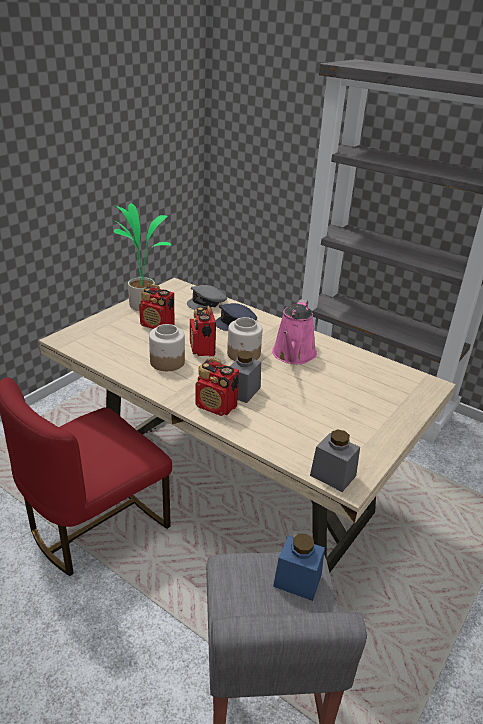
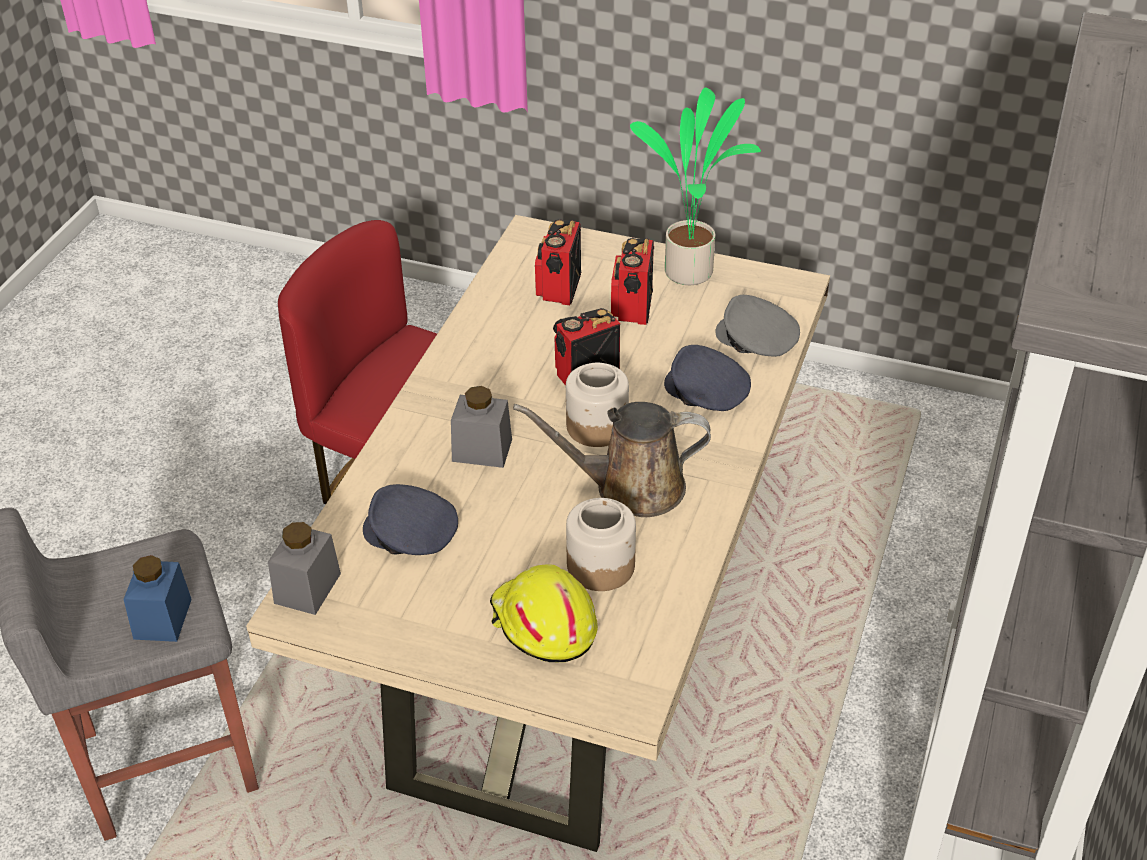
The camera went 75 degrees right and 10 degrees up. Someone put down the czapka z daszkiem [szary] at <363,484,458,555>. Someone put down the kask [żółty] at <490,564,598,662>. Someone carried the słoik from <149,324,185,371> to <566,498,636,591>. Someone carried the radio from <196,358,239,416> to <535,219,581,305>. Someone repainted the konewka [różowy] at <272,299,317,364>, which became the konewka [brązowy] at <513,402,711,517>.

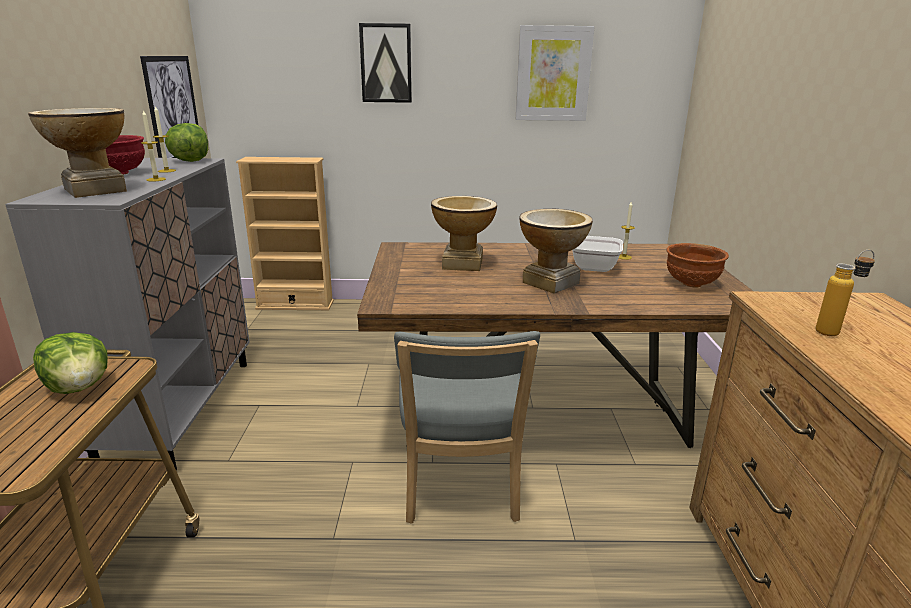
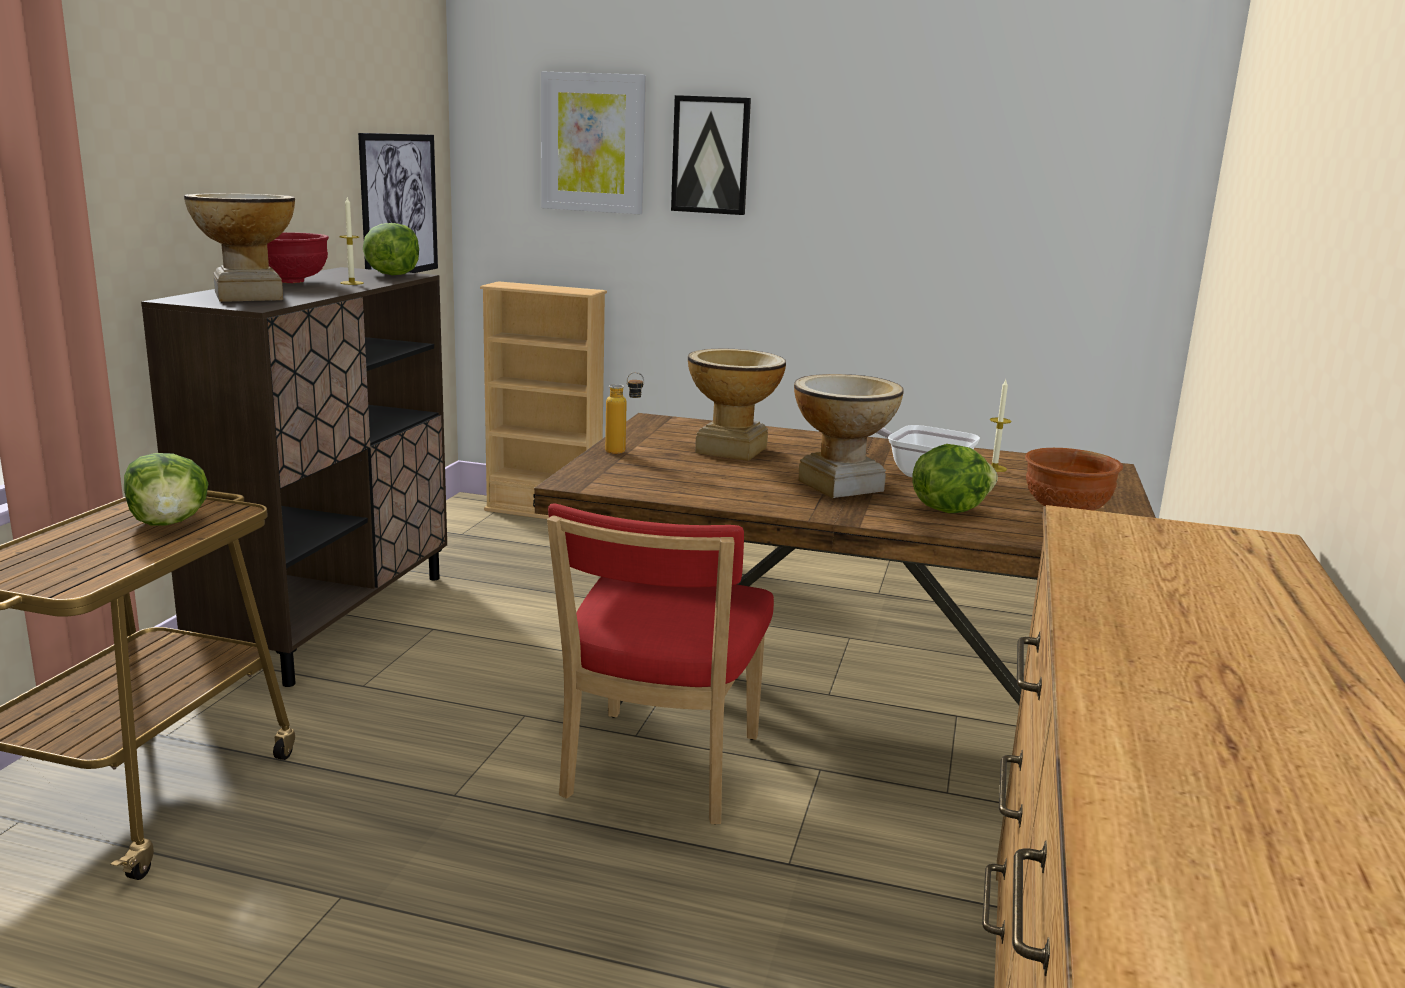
The camera went 15 degrees right and 5 degrees down. Someone took away the świeca at <141,110,166,182>. Someone put down the sałata at <912,444,998,513>. Someone carried the obraz from <516,25,595,121> to <541,71,646,214>. Someone carried the butelka from <816,250,875,336> to <605,372,644,454>. Someone repainted the szafka [szary] at <5,158,250,470>, which became the szafka [brązowy] at <141,267,447,687>. Someone repainted the krzesło [szary] at <394,331,540,524>, which became the krzesło [czerwony] at <547,504,774,825>.

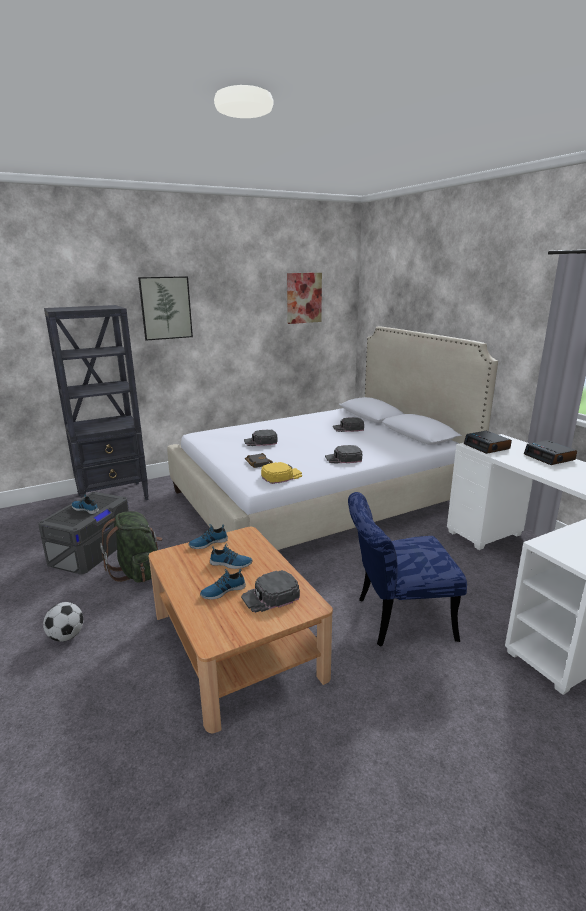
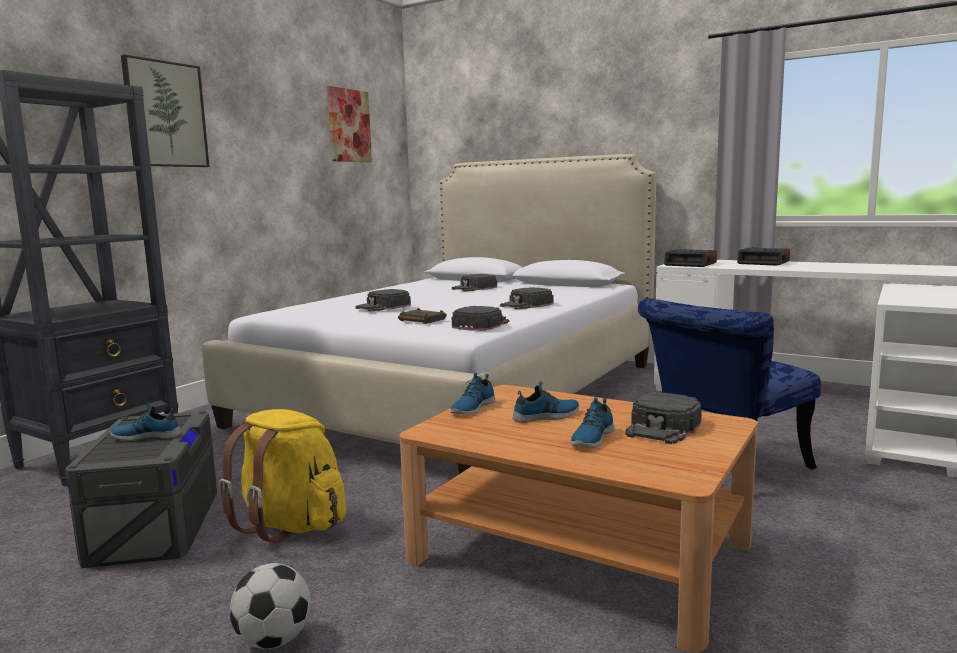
The camera went 30 degrees left and 10 degrees down. Someone repainted the plecak [zielony] at <100,511,162,582>, which became the plecak [żółty] at <219,409,346,543>. Someone repainted the czapka z daszkiem [żółty] at <261,462,302,484>, which became the czapka z daszkiem [czarny] at <452,306,509,331>.

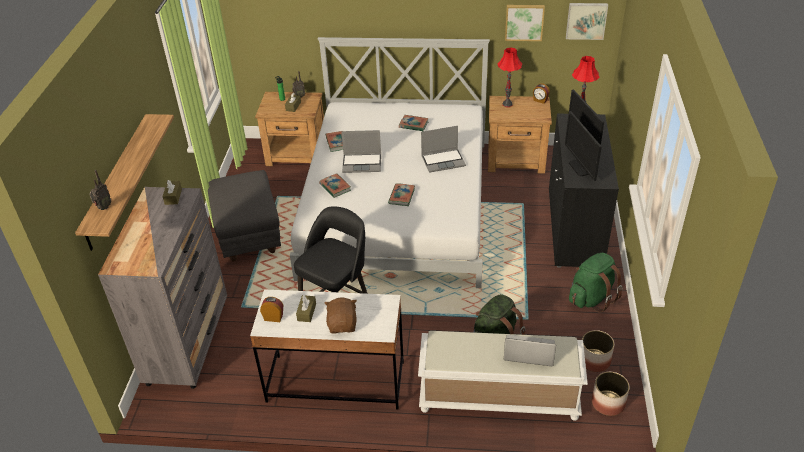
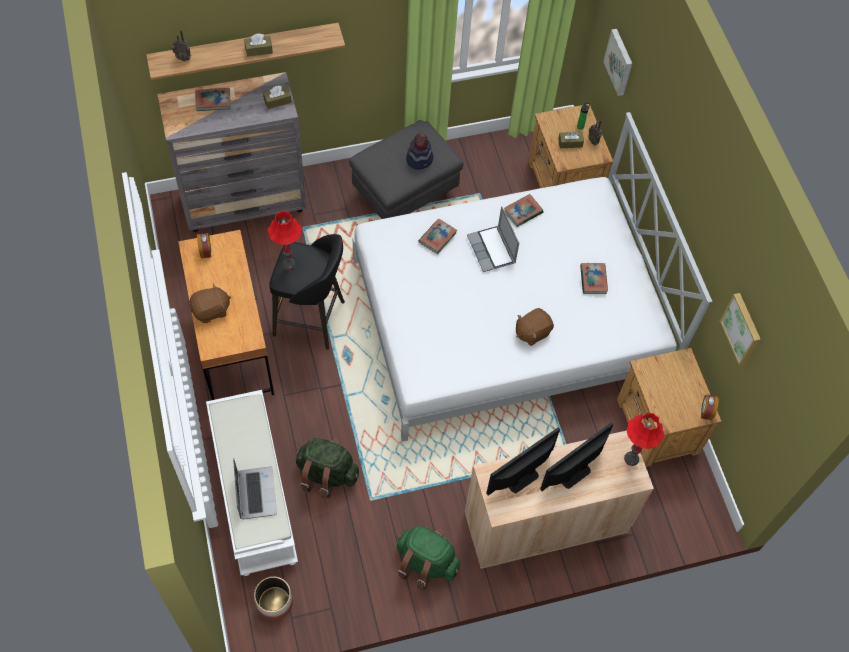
The camera went 65 degrees right and 20 degrees up. Someone took away the donica at <582,330,614,372>. Someone put down the kapelusz at <406,133,433,170>. Someone carried the pudełko chusteczek [brązowy] from <296,295,316,322> to <244,33,273,57>. Someone carried the książka from <388,183,415,206> to <195,88,231,111>. Someone carried the lampa stołowa [czerwony] from <498,47,522,107> to <268,211,302,270>. Someone carried the obraz from <566,3,608,40> to <603,29,632,96>. Someone swapped the laptop at <421,126,466,172> for the pluszak [brązowy] at <516,308,554,346>. Someone repainted the biurko [biały] at <250,289,404,409>, which became the biurko [brązowy] at <178,230,274,400>. Someone repainted the szafka [czarny] at <549,114,619,267>, which became the szafka [beżowy] at <465,430,654,569>.

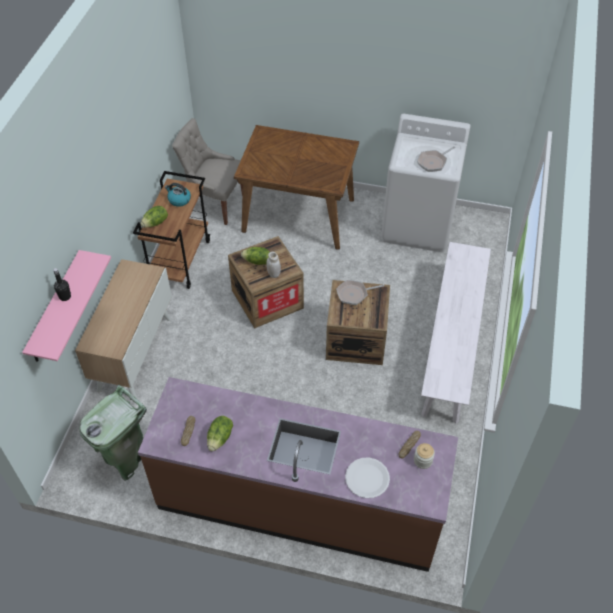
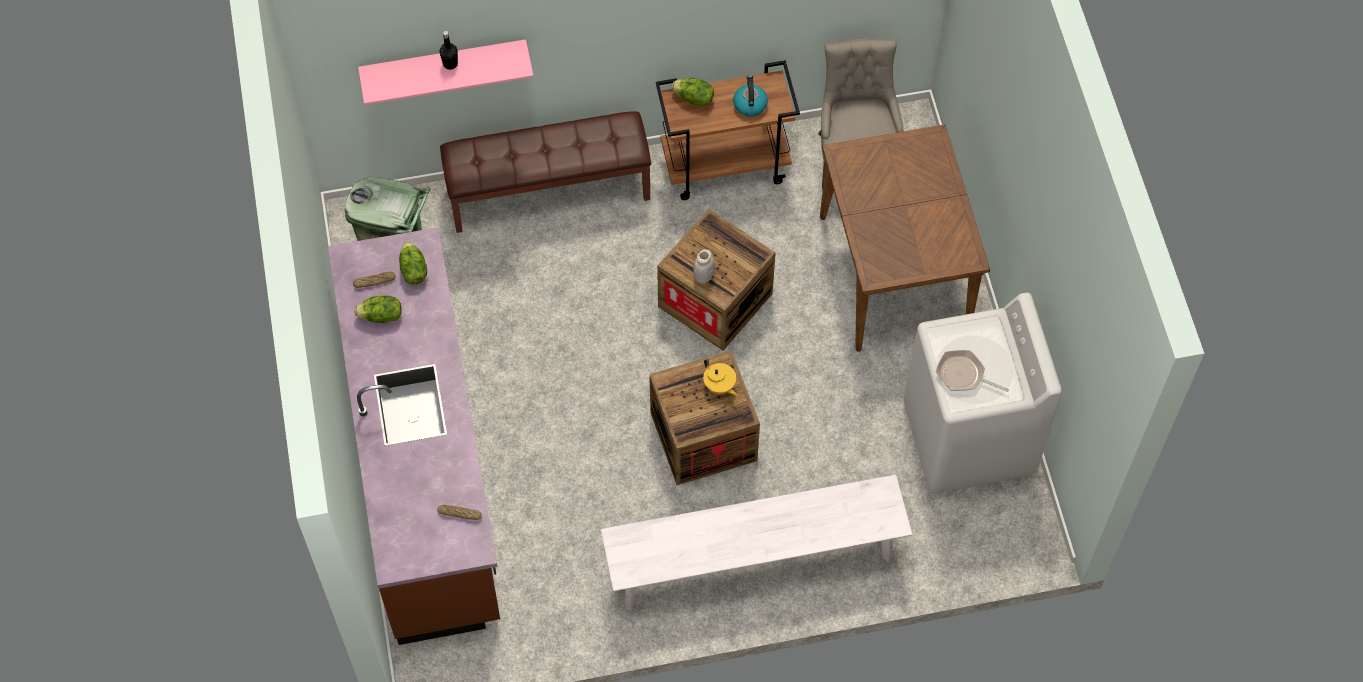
The camera went 65 degrees right and 10 degrees up. Someone took away the talerz [biały] at <345,458,390,498>. Someone took away the słoik at <414,443,435,469>. Someone carried the sałata from <241,247,270,265> to <399,242,427,285>. Someone swapped the szafka at <75,259,172,399> for the ławka [brązowy] at <440,111,651,233>. Someone swapped the patelnia at <336,280,384,305> for the imbryk [żółty] at <703,359,737,395>.

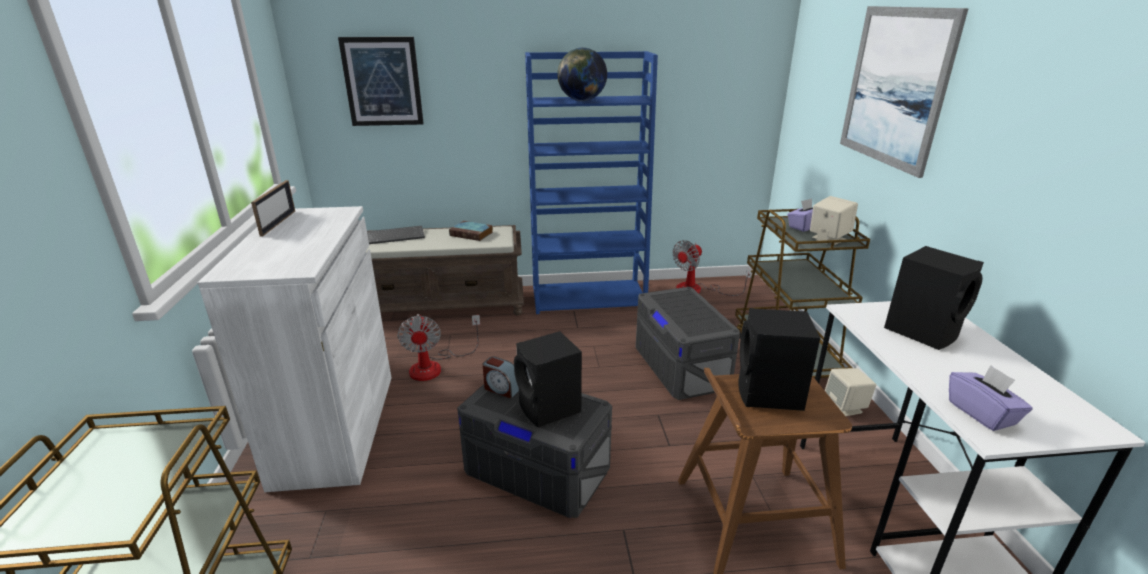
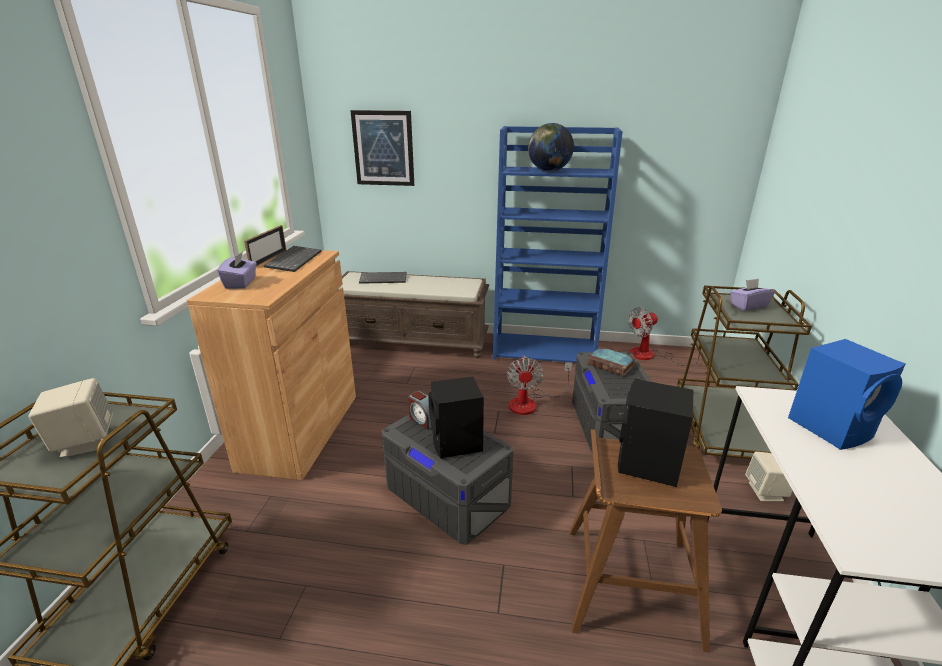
The camera went 15 degrees right and 0 degrees up. Someone took away the obraz at <840,6,969,178>. Someone put down the klawiatura at <264,246,321,272>. Someone carried the wentylator from <397,314,480,381> to <507,356,572,415>. Someone carried the książka from <449,221,493,241> to <587,347,636,376>. Someone carried the głośnik [beżowy] from <810,196,858,245> to <28,378,113,458>. Someone carried the pudełko chusteczek [fioletowy] from <949,365,1033,431> to <217,252,257,289>. Someone repainted the szafka [biały] at <198,206,391,492>, which became the szafka [brązowy] at <187,249,356,480>. Someone repainted the głośnik [czarny] at <884,246,984,350>, which became the głośnik [niebieski] at <788,339,905,450>.

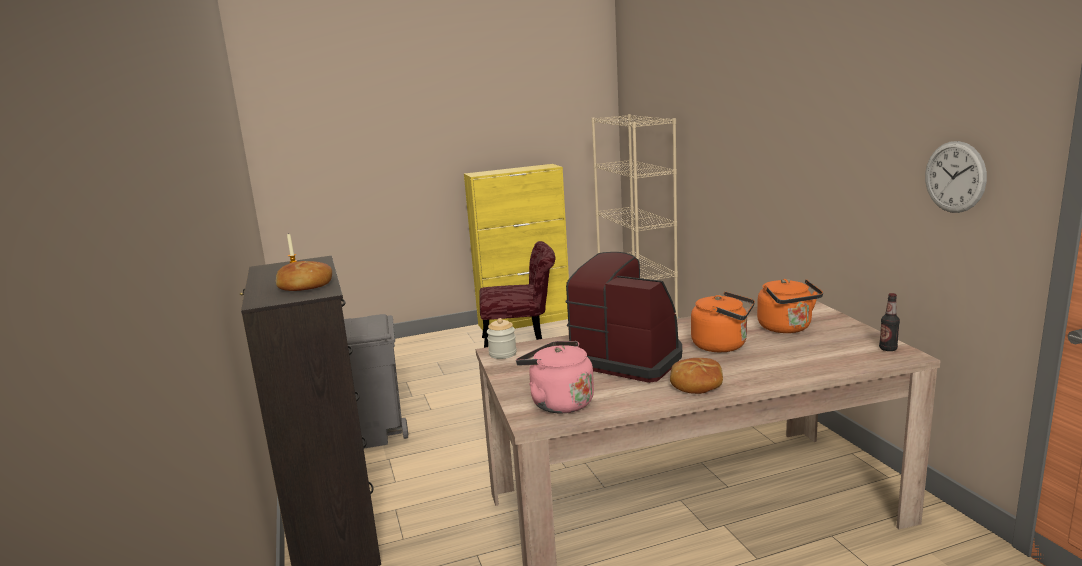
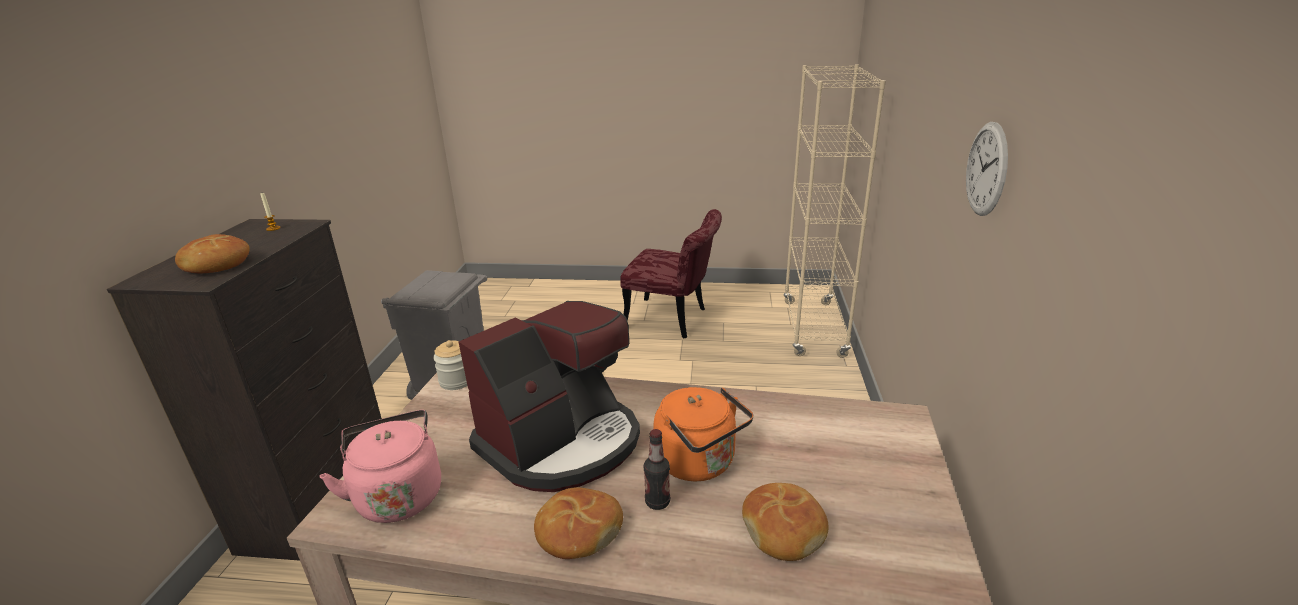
The camera went 25 degrees right and 10 degrees up. Someone took away the szafka [żółty] at <464,164,569,330>. Someone took away the czajnik [pomarańczowy] at <757,279,823,333>. Someone put down the chleb at <742,483,828,561>. Someone carried the butelka from <879,293,900,351> to <644,429,670,510>. Someone carried the zegar ścienny from <925,141,987,213> to <966,122,1008,216>. Someone rotated the ekspres do kawy at <565,252,682,383> by 75 degrees clockwise.

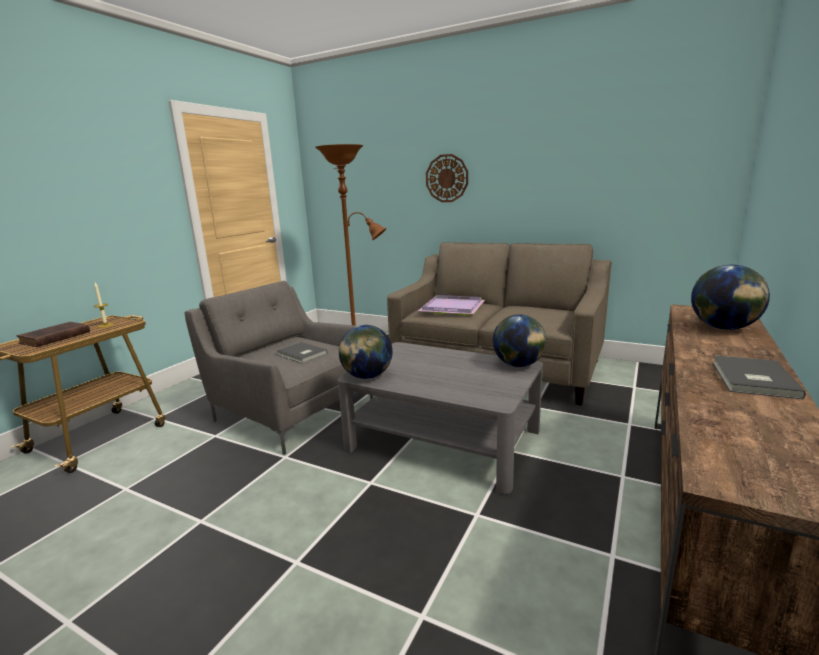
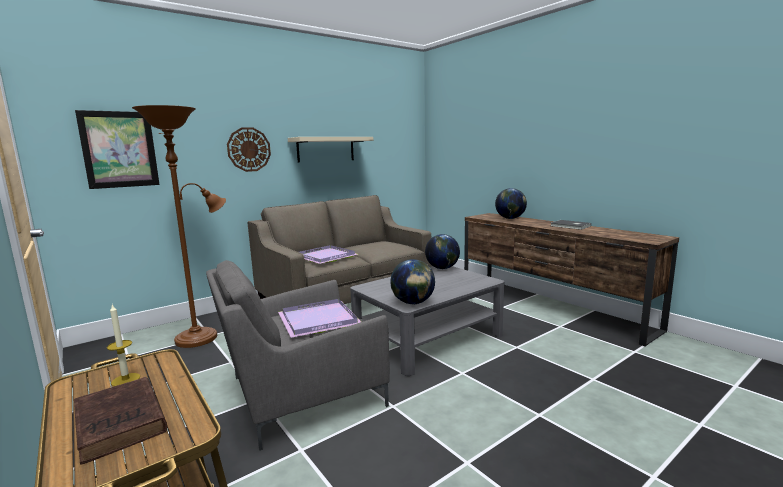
The camera went 65 degrees left and 5 degrees down. Someone put up the obraz at <75,110,160,189>. Someone put up the półka [beżowy] at <288,137,373,162>. Someone swapped the książka [szary] at <276,342,327,363> for the taca [fioletowy] at <278,299,362,338>.

